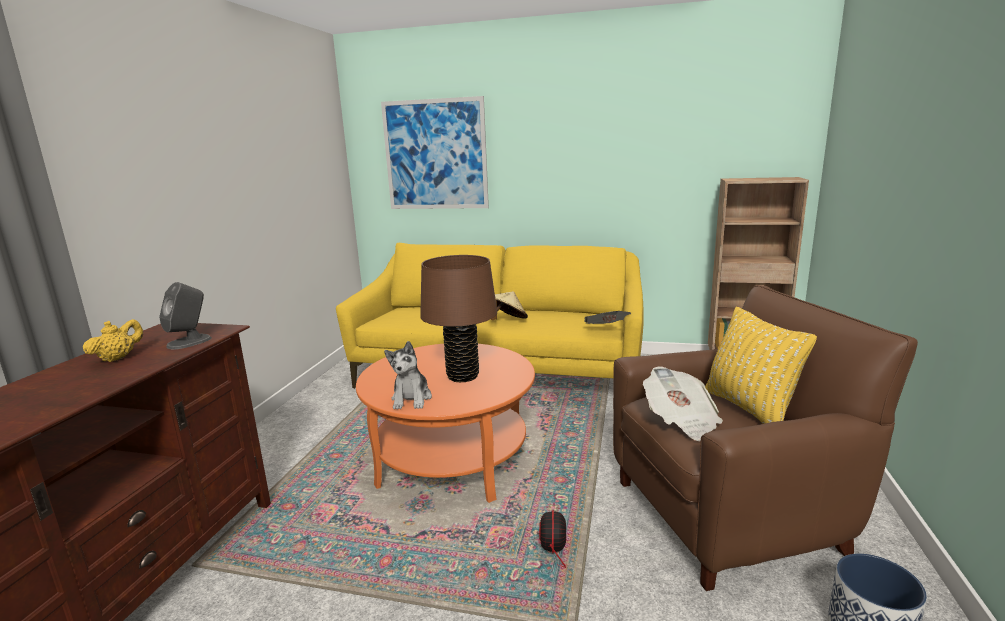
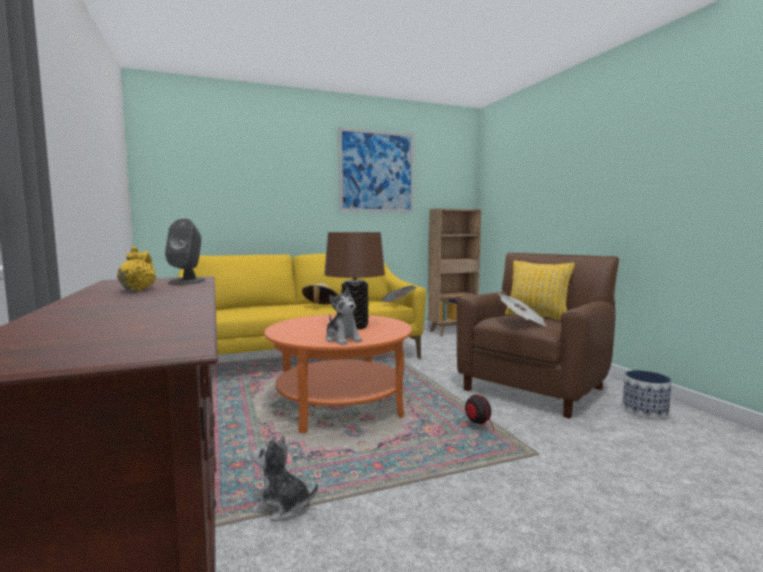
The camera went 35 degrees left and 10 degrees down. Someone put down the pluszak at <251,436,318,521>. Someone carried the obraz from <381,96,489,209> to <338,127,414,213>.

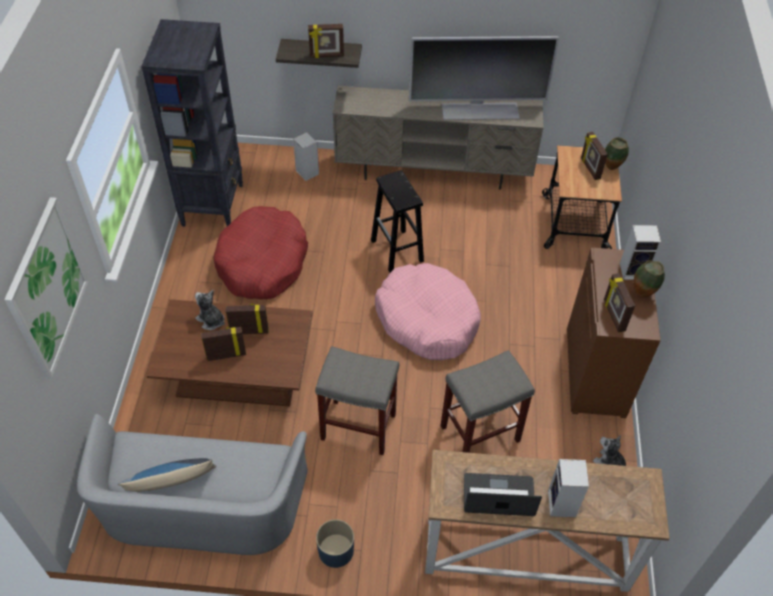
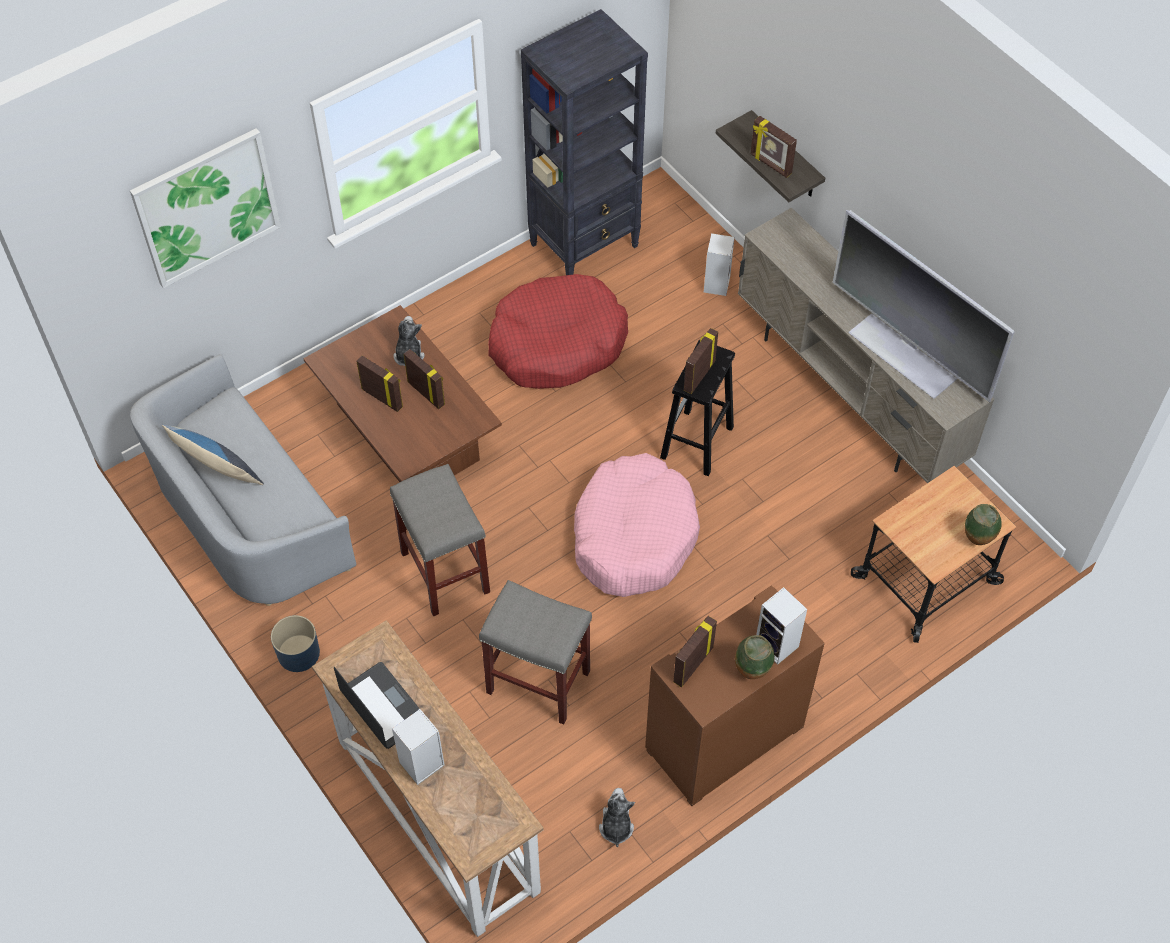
The camera went 50 degrees right and 5 degrees up. Someone carried the ramka na zdjęcie from <581,132,608,180> to <684,328,718,394>.

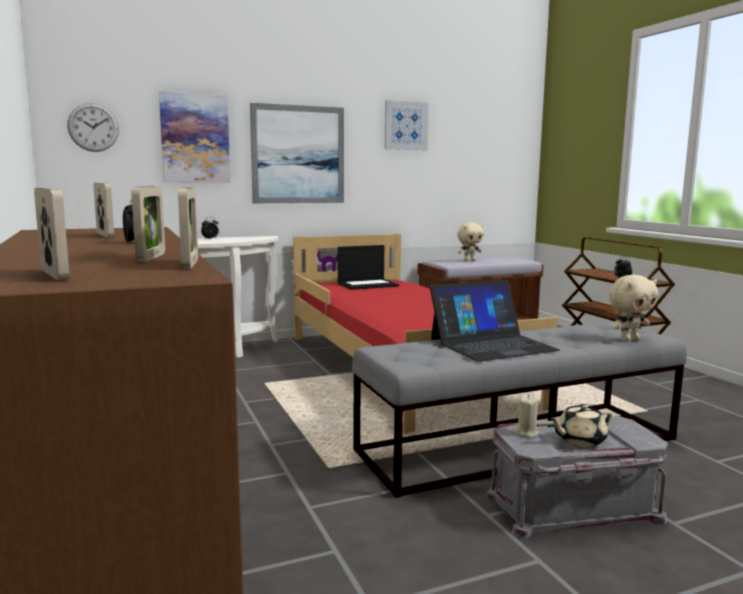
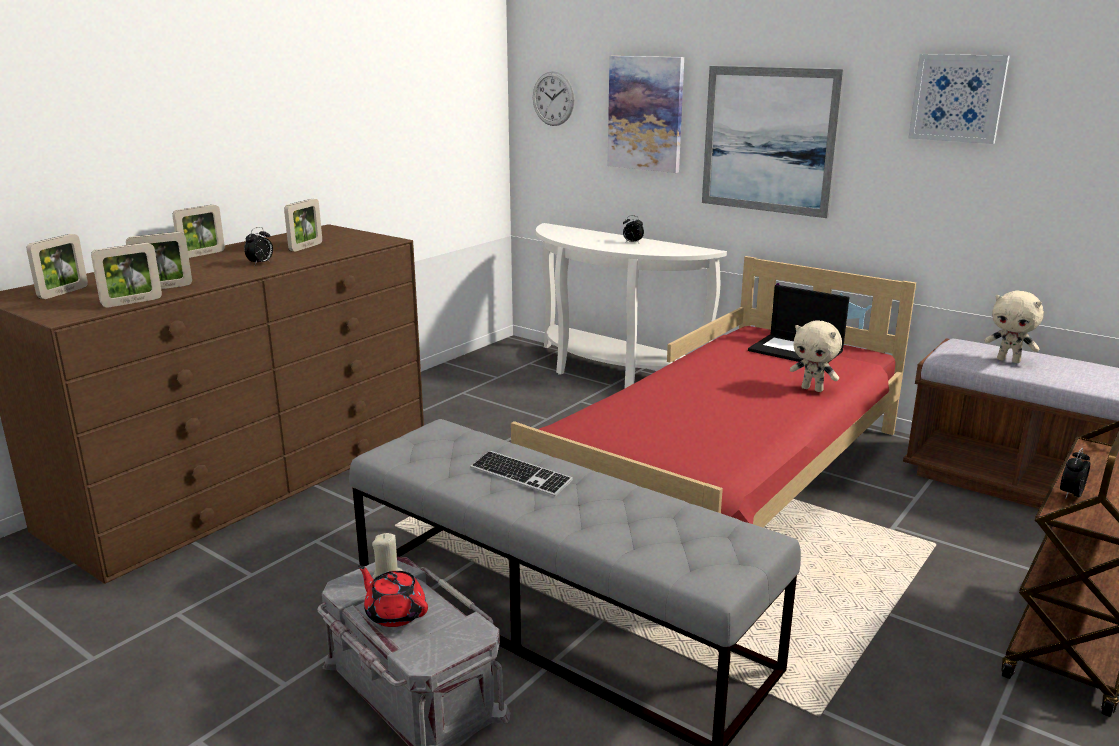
The camera went 60 degrees right and 10 degrees up. Someone put down the ramka na zdjęcie at <172,205,225,258>. Someone carried the pluszak [beżowy] from <609,275,658,342> to <790,320,842,392>. Someone swapped the laptop at <430,279,560,362> for the klawiatura at <471,451,573,496>. Someone repainted the imbryk [beżowy] at <550,404,612,447>, which became the imbryk [czerwony] at <358,565,428,627>.

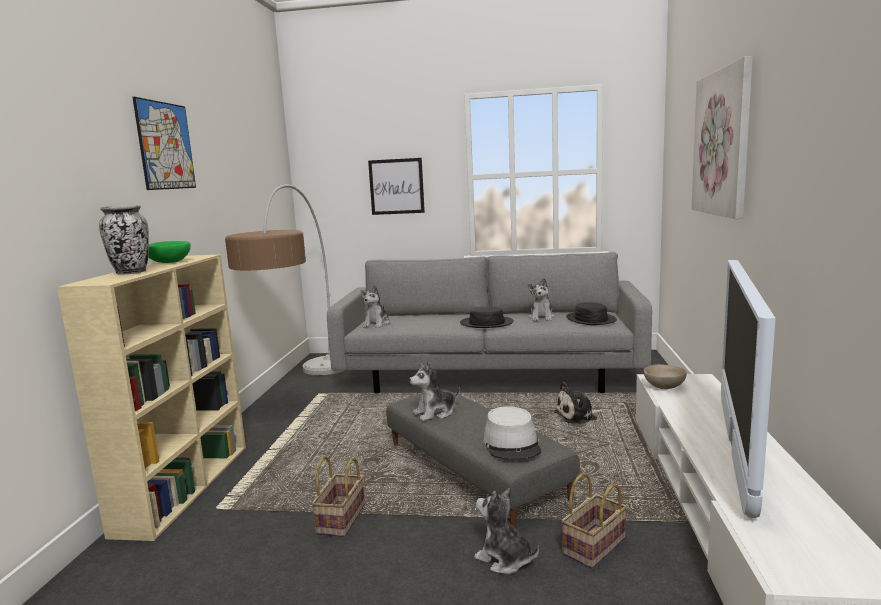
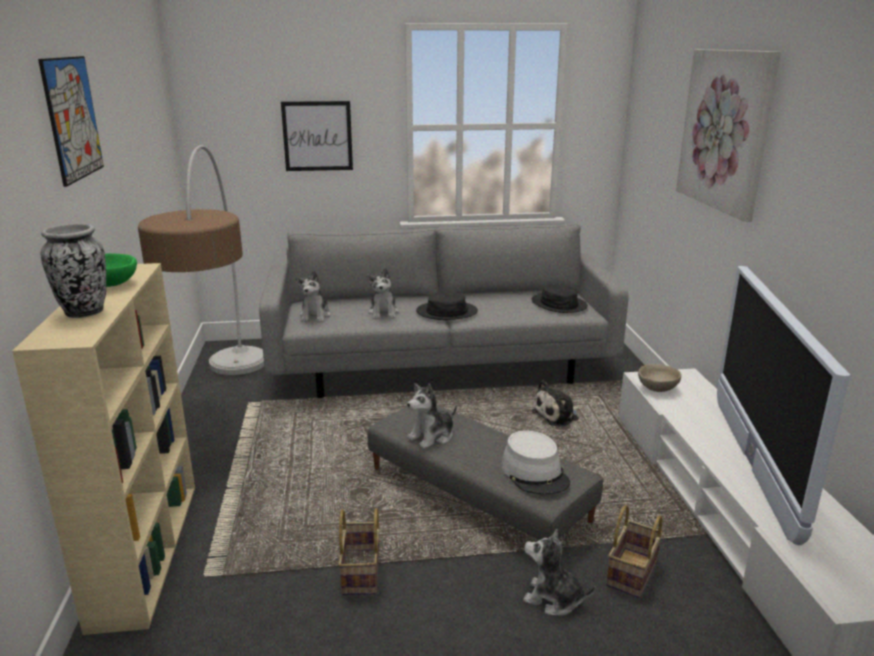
The camera went 15 degrees left and 10 degrees up. Someone carried the pluszak from <528,278,555,321> to <367,268,399,319>.

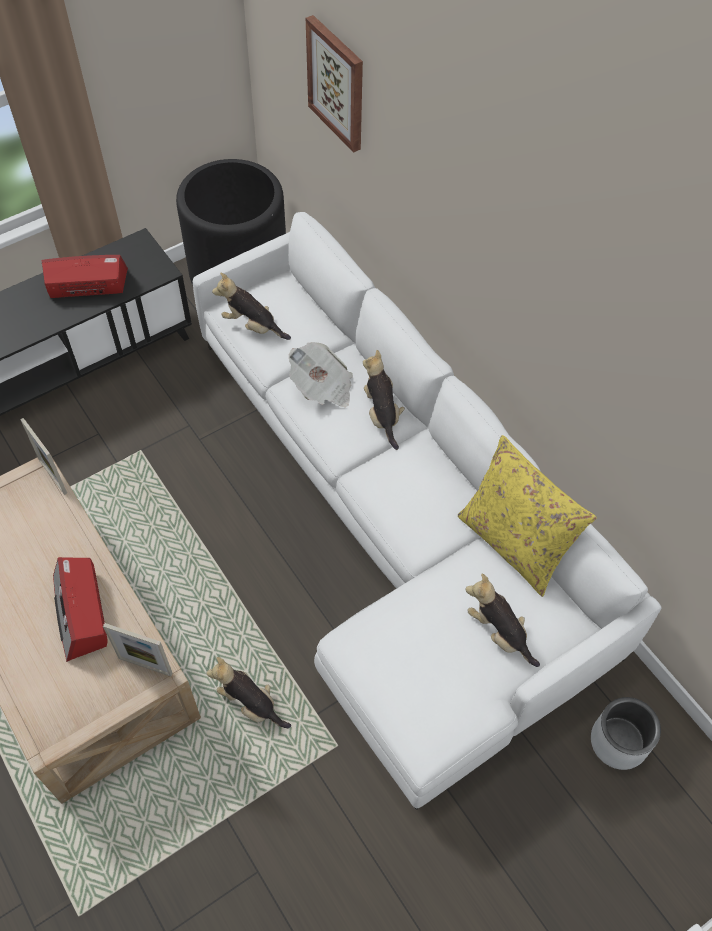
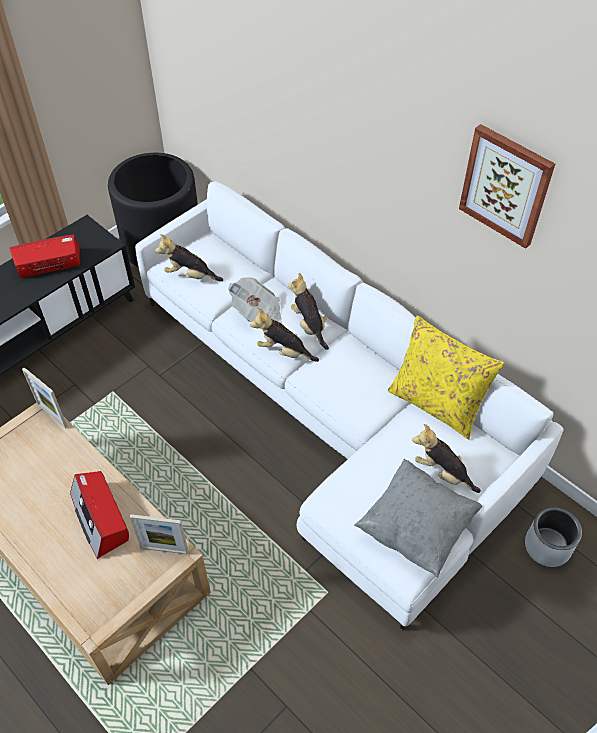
The camera went 10 degrees left and 5 degrees down. Someone put down the poduszka [szary] at <354,459,483,578>. Someone carried the pluszak from <207,657,291,728> to <250,308,319,362>. Someone carried the obraz from <306,15,363,152> to <459,124,555,249>.

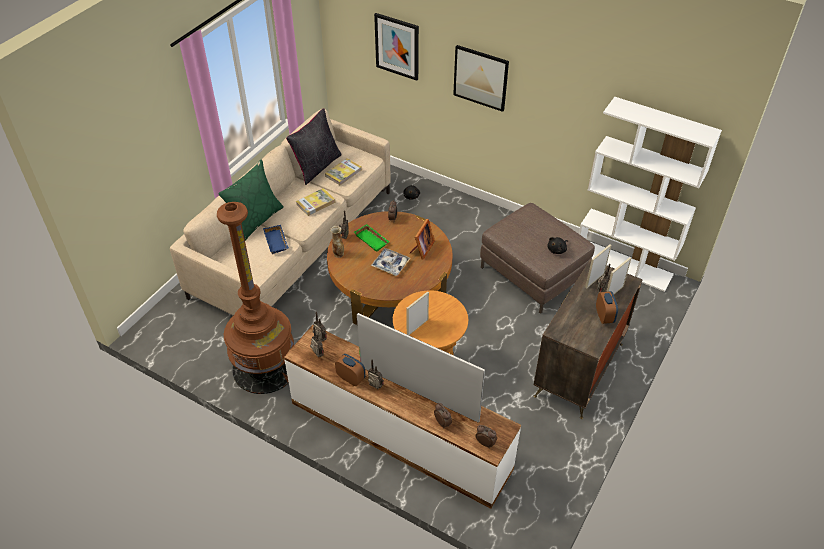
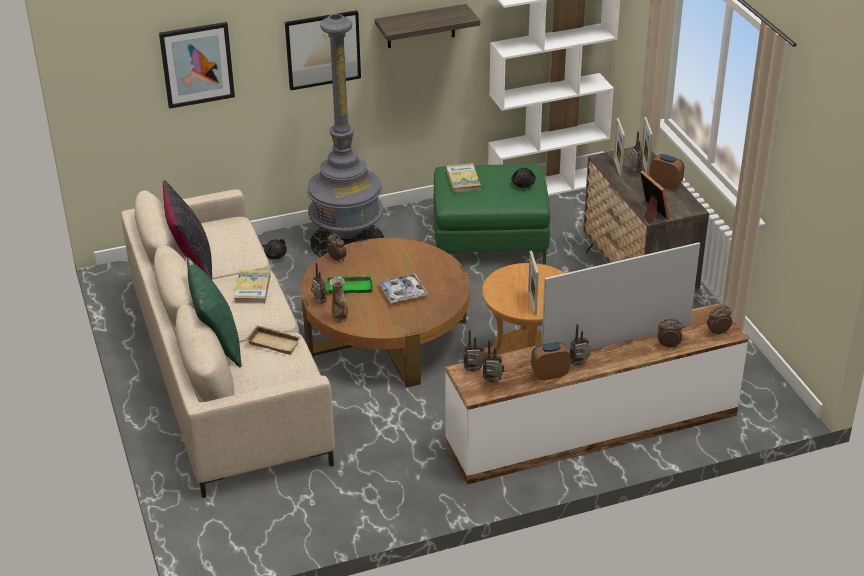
The camera went 50 degrees left and 10 degrees down. Someone took away the lampa stojąca [brązowy] at <217,202,294,394>. Someone put down the lampa stojąca [szary] at <307,14,384,257>. Someone put up the półka at <375,4,480,48>. Someone carried the książka from <325,158,362,185> to <446,163,481,193>. Someone carried the ramka na zdjęcie from <409,219,435,260> to <640,171,670,223>. Someone repainted the taca [niebieski] at <263,225,289,254>, which became the taca [beżowy] at <246,325,302,355>. Someone repainted the pufa [brązowy] at <480,203,595,314>, which became the pufa [zielony] at <433,164,550,264>.

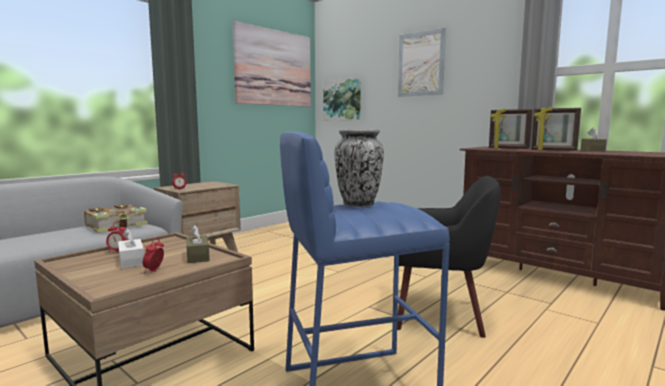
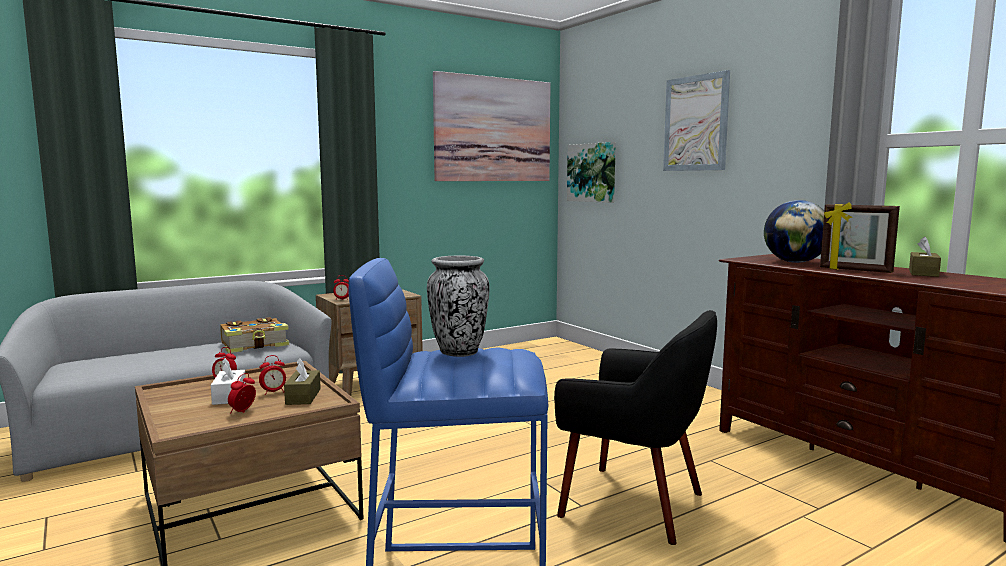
The camera went 15 degrees right and 0 degrees up. Someone put down the budzik at <259,355,286,395>. Someone swapped the ramka na zdjęcie at <489,108,533,149> for the globus at <764,200,824,263>.

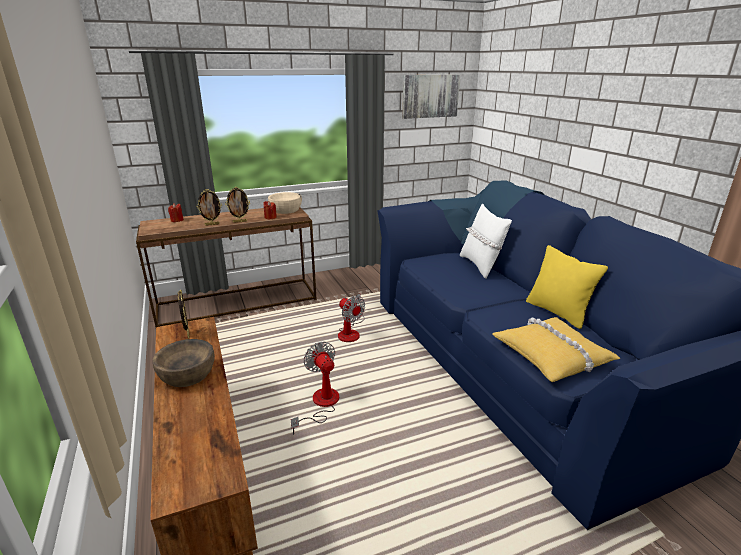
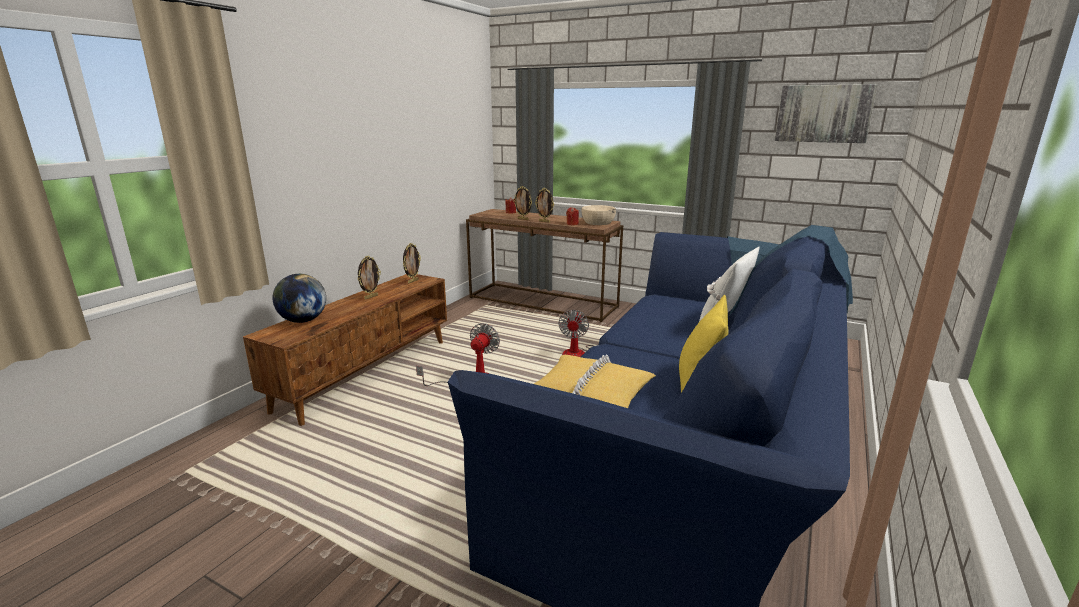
The camera went 50 degrees right and 5 degrees down. Someone put down the globus at <273,274,326,323>. Someone swapped the miska [brązowy] at <153,339,215,387> for the ramka na zdjęcie at <357,256,381,300>.

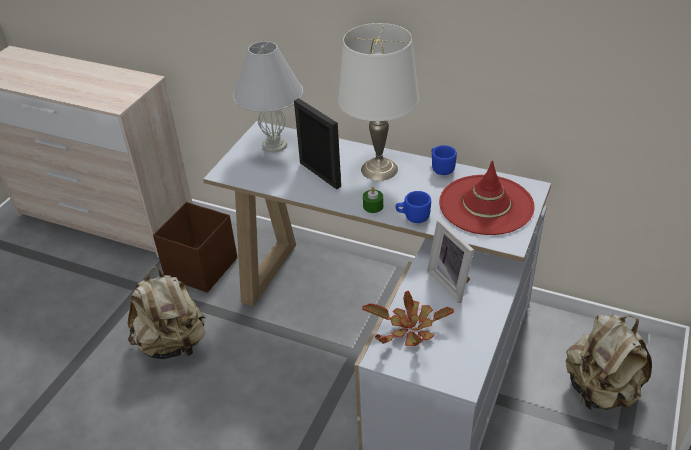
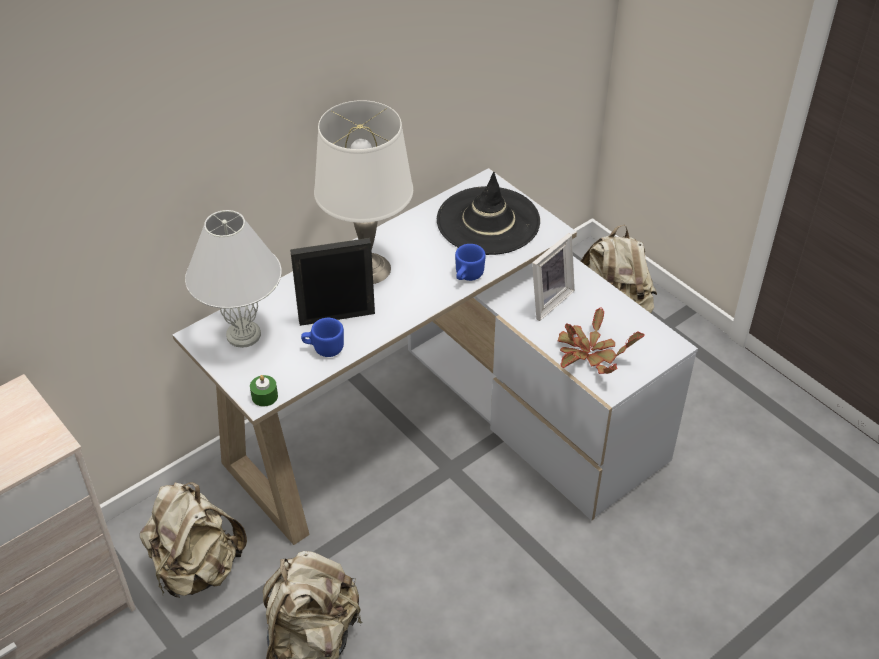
The camera went 65 degrees left and 5 degrees up. Someone carried the świeca [zielony] from <363,187,383,213> to <250,375,278,407>. Someone carried the kubek [niebieski] from <432,145,457,175> to <301,318,344,357>. Someone swapped the pojemnik do przechowywania [brązowy] at <153,202,237,293> for the plecak [beżowy] at <140,482,247,598>. Someone repainted the kapelusz [czerwony] at <439,160,535,235>, which became the kapelusz [czarny] at <437,172,540,255>. Someone rotated the ramka na zdjęcie at <427,219,474,303> by 45 degrees counterclockwise.

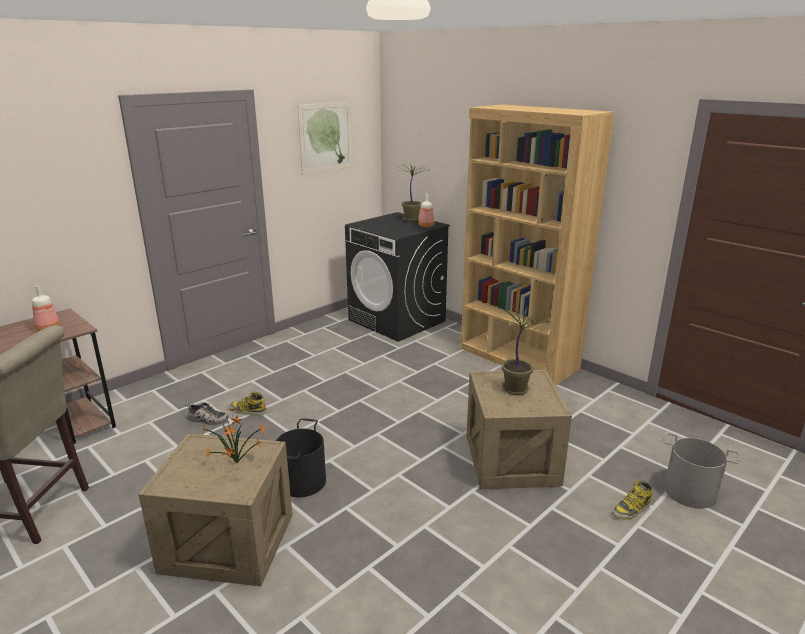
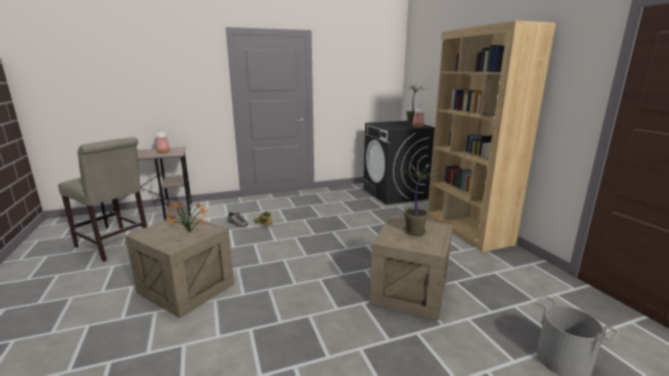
The camera went 25 degrees right and 5 degrees down. Someone took away the wiadro [czarny] at <276,419,326,497>. Someone took away the obraz at <297,102,353,175>. Someone took away the but z cholewką at <612,480,653,520>.

